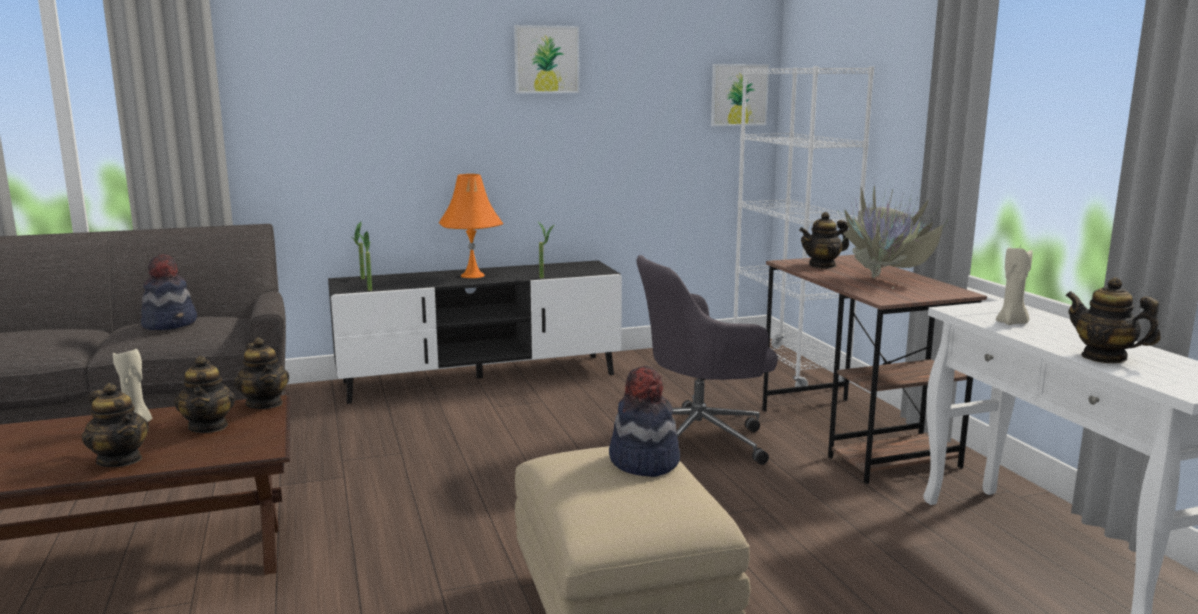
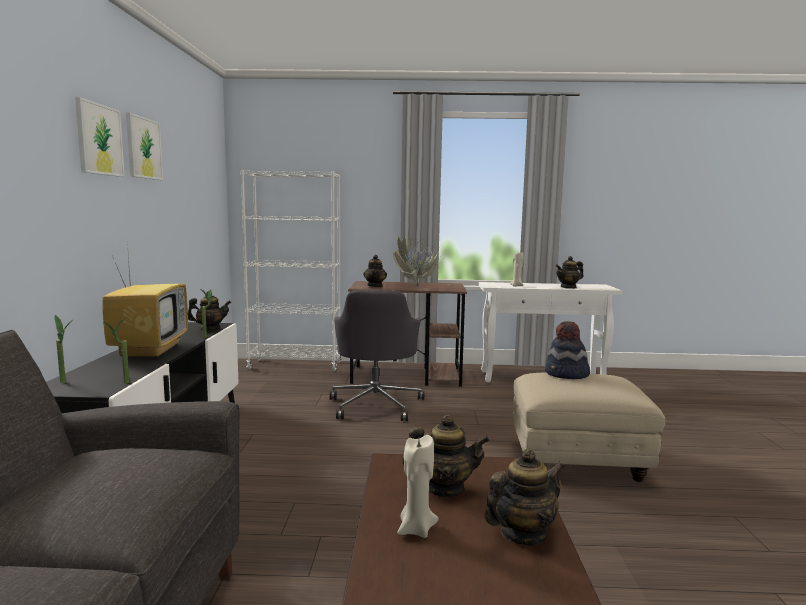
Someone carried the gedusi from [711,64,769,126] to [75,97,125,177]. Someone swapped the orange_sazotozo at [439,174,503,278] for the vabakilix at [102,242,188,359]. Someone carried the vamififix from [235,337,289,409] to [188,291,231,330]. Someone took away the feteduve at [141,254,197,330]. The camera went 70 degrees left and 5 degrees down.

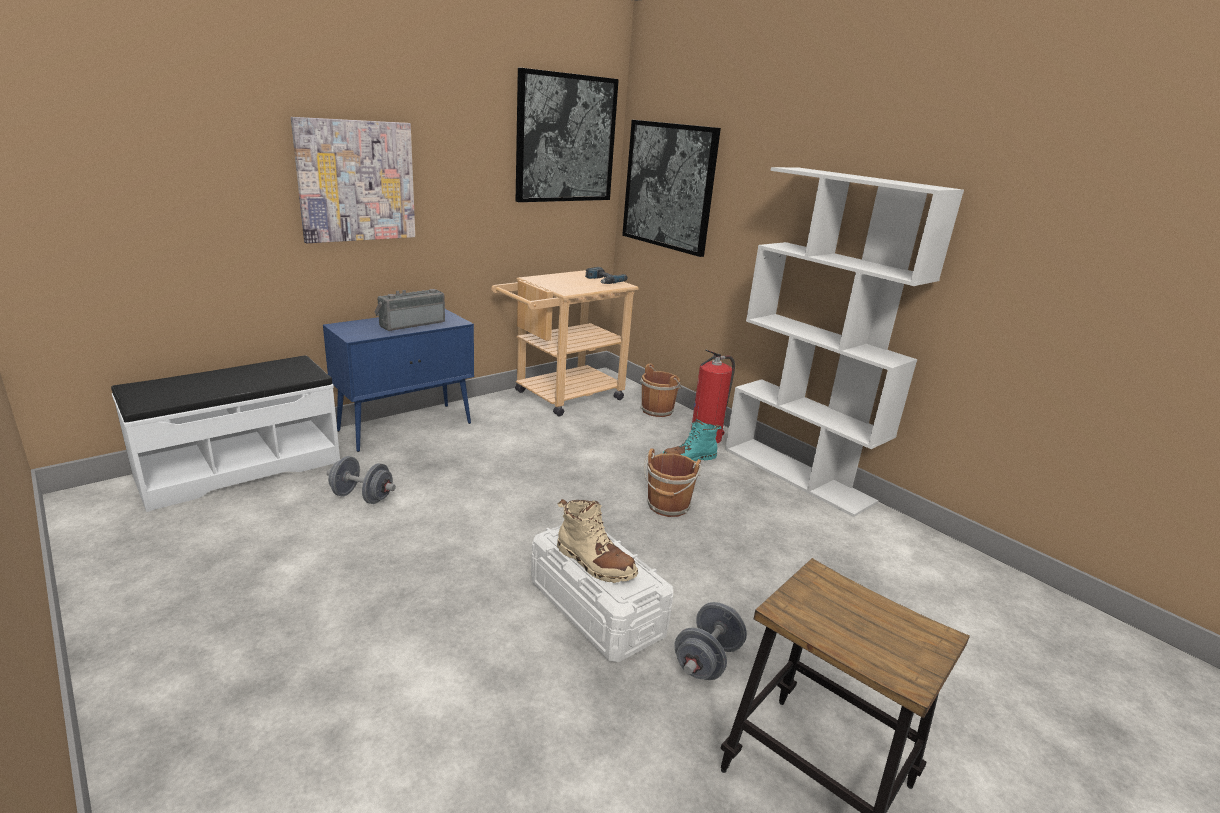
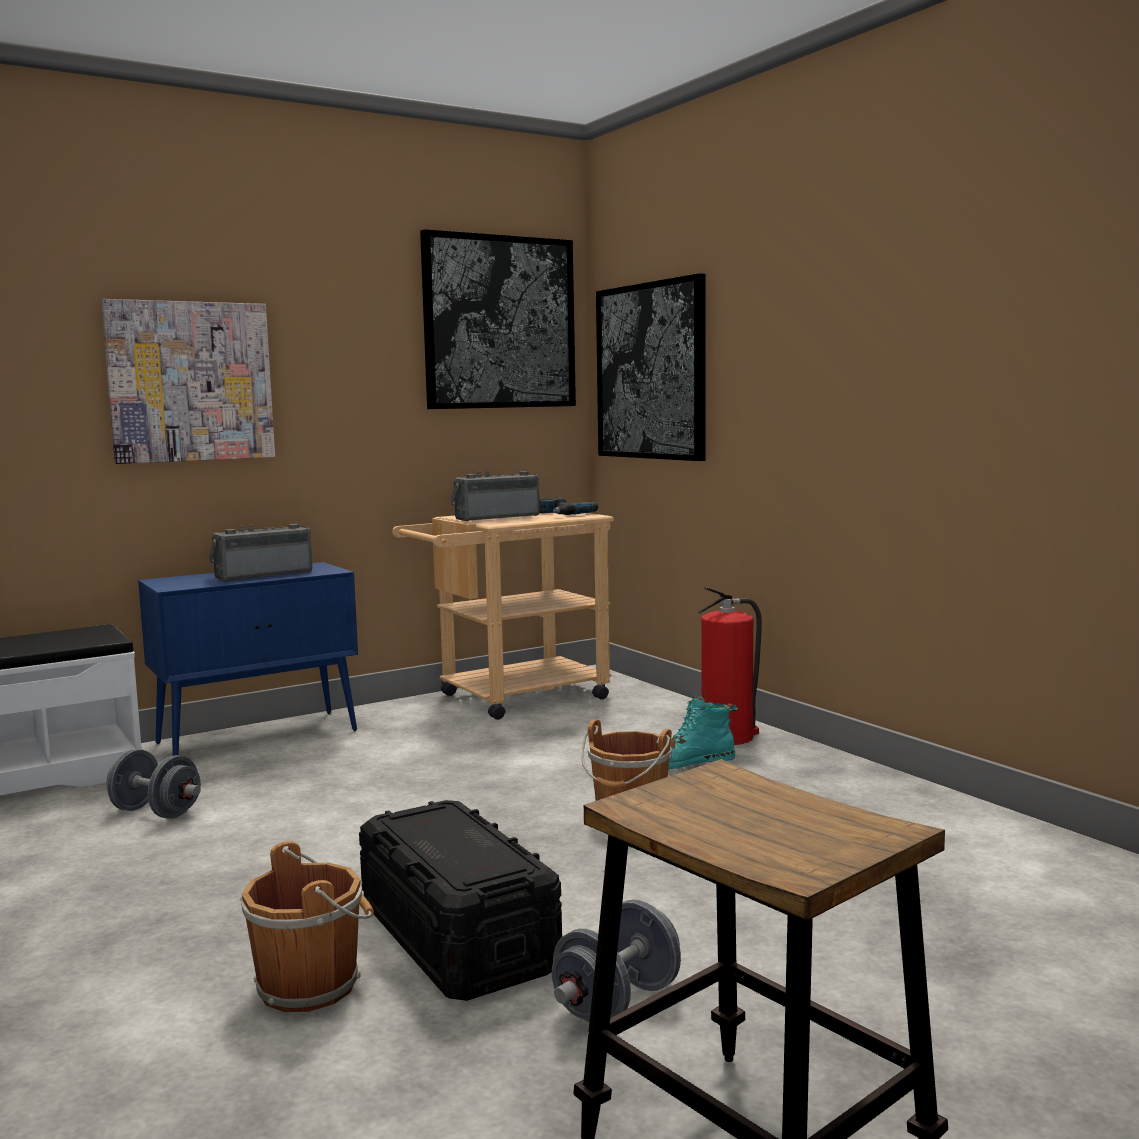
Someone carried the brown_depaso from [640,364,683,417] to [240,841,374,1012]. Someone repainted the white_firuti at [531,525,673,662], which became the black_firuti at [359,800,562,1001]. Someone put down the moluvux at [450,471,540,521]. Someone took away the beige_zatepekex at [557,499,638,583]. Someone took away the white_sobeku at [725,167,964,517]. The camera went 10 degrees right and 15 degrees down.

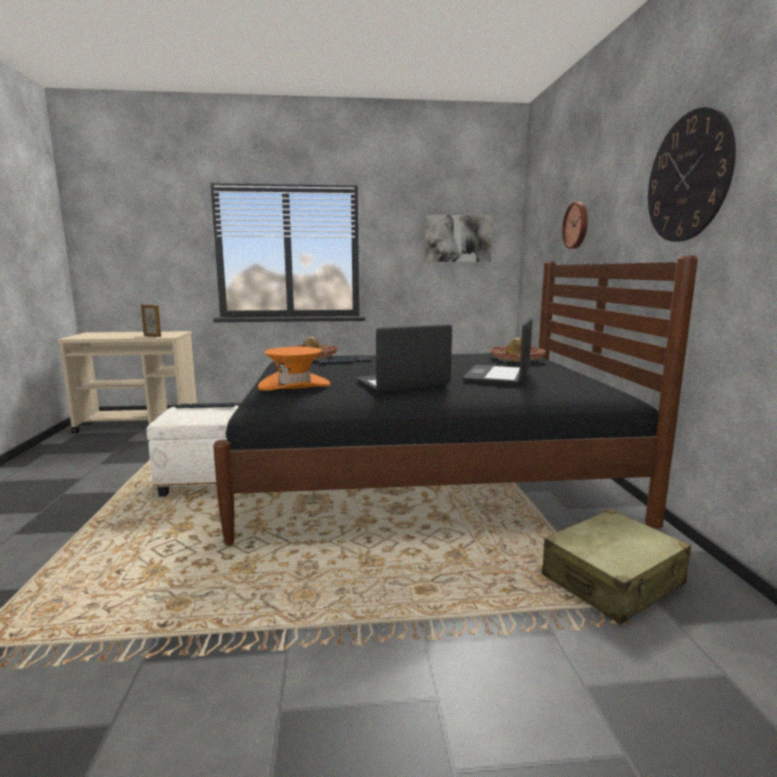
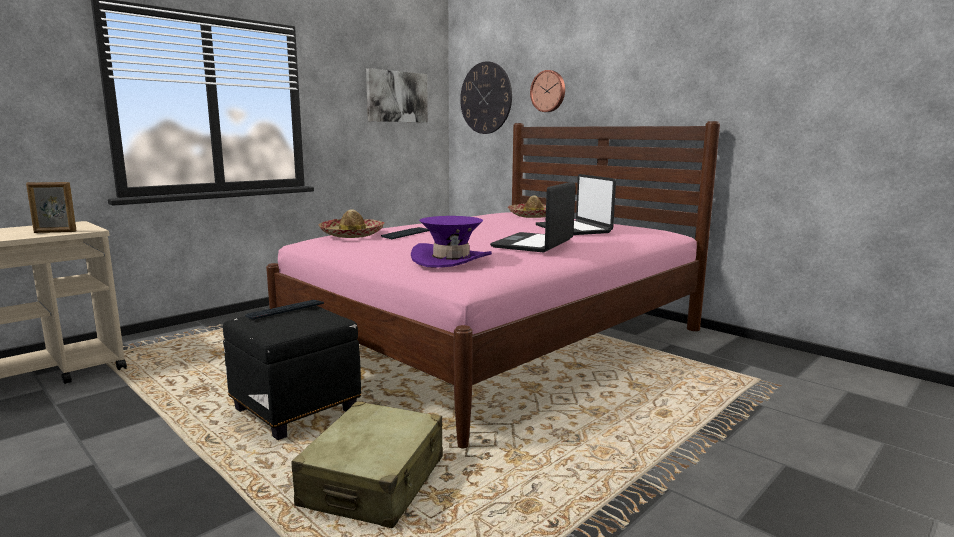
Someone repainted the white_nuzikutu at [147,405,239,497], which became the black_nuzikutu at [223,306,361,440]. Someone repainted the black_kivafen at [213,255,698,546], which became the pink_kivafen at [266,121,720,449]. Someone carried the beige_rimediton from [542,509,691,624] to [292,401,443,528]. Someone repainted the orange_feteduve at [258,347,331,391], which became the purple_feteduve at [411,216,492,268]. Someone carried the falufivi from [648,107,736,242] to [460,61,512,134]. The camera went 40 degrees left and 0 degrees up.

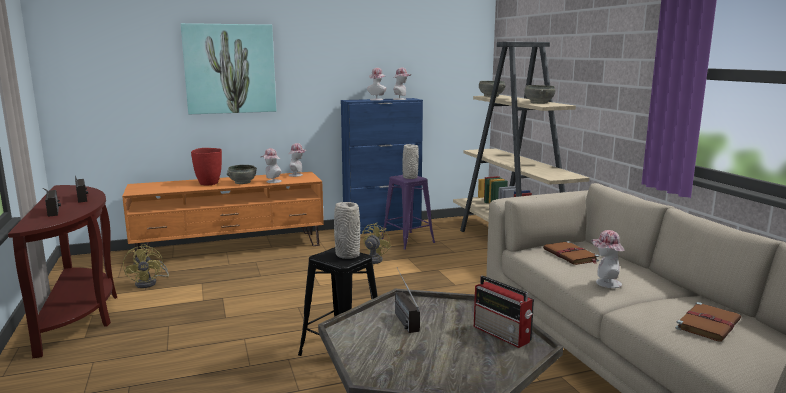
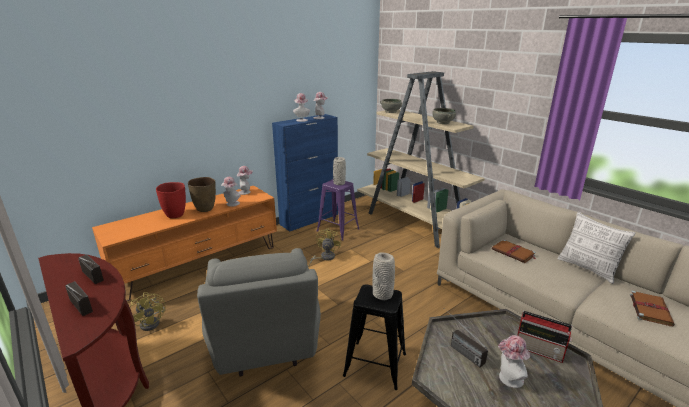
Someone swapped the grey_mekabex at [227,165,257,184] for the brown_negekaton at [188,177,216,212]. Someone put down the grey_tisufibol at [197,248,321,377]. Someone carried the feteduve from [591,230,624,288] to [498,335,530,388]. Someone put down the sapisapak at [557,212,636,284]. Someone took away the gedusi at [181,23,276,114]. The camera went 20 degrees left and 10 degrees up.

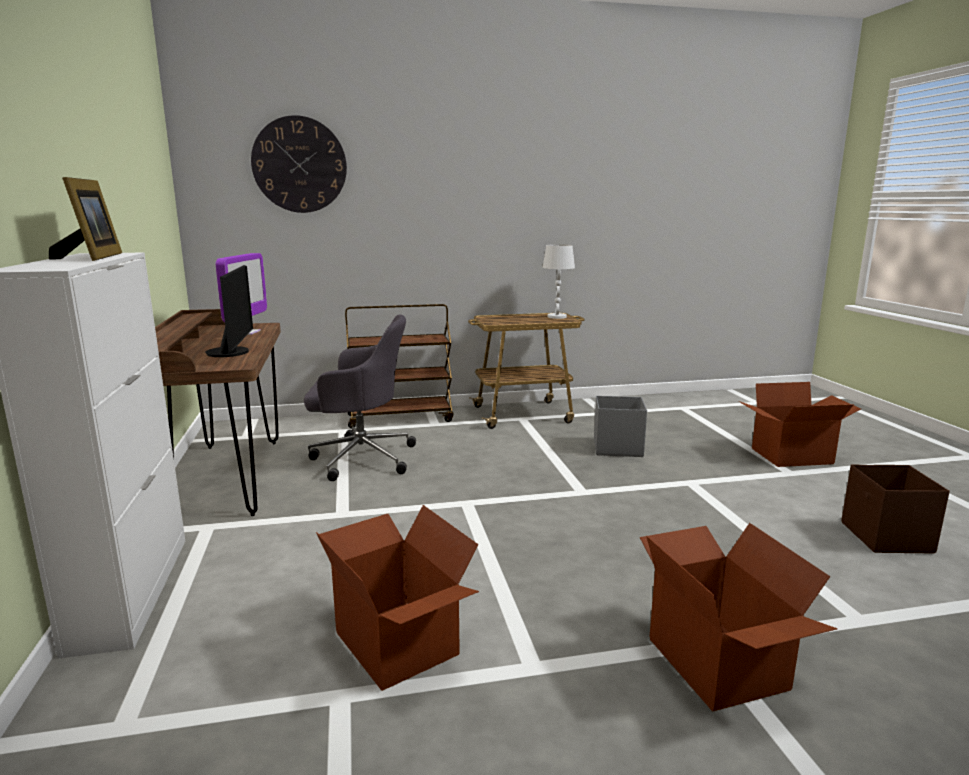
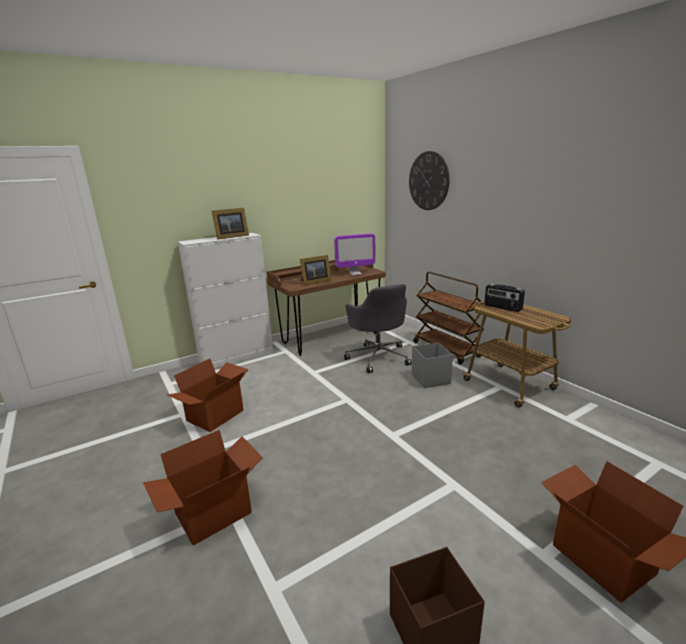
Someone swapped the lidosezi at [205,265,253,357] for the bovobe at [300,255,331,285]. Someone carried the grey_firuti from [594,396,647,457] to [412,342,453,388]. Someone put down the moluvux at [484,284,525,312]. Someone took away the white_sazotozo at [542,244,575,319]. The camera went 70 degrees right and 5 degrees up.

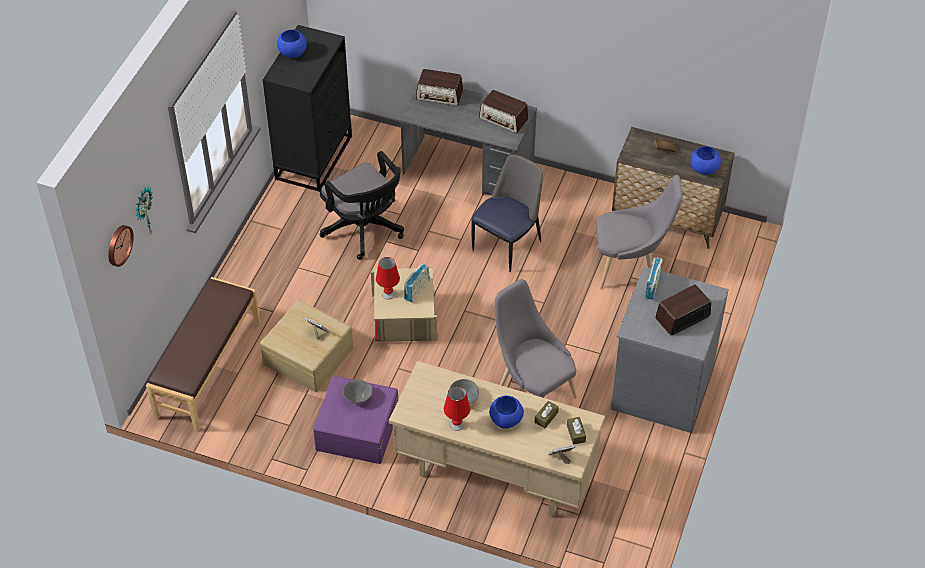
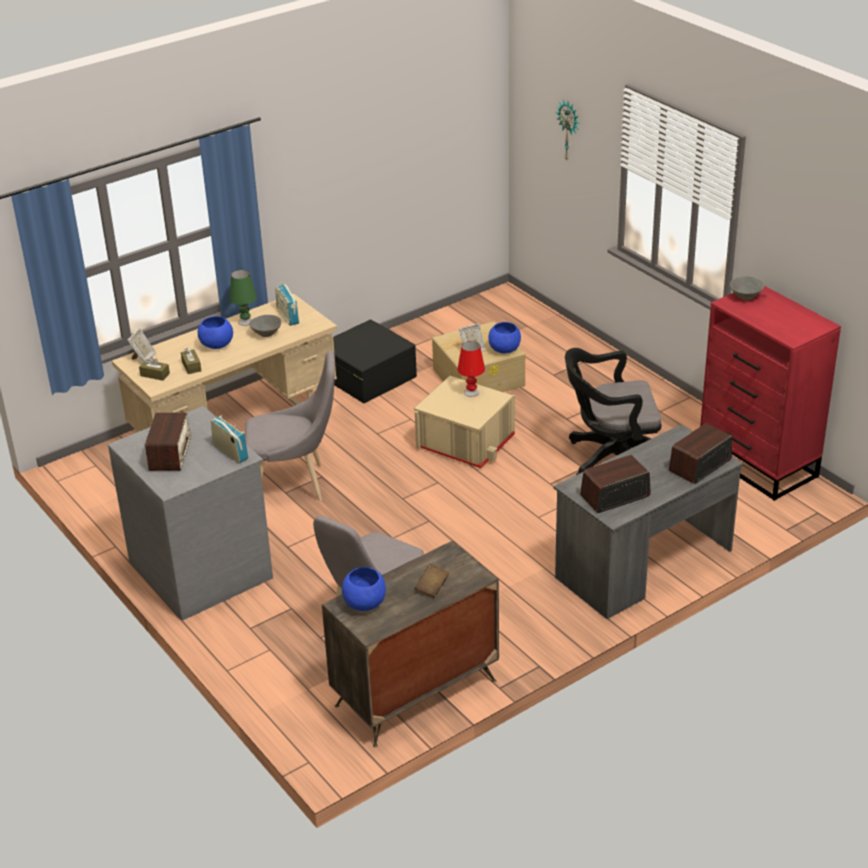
Someone repainted the red_sazotozo at [444,386,470,431], which became the green_sazotozo at [229,270,257,326]. Someone carried the moluvux from [404,263,430,302] to [275,282,299,326]. Someone repainted the purple_firuti at [313,376,399,464], which became the black_firuti at [333,319,417,403]. Someone carried the blue_mekabex from [277,30,307,58] to [488,322,521,353]. Someone repainted the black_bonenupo at [262,25,352,192], which became the red_bonenupo at [700,286,841,501]. Someone carried the grey_mekabex from [343,380,373,404] to [730,276,764,301]. Someone took away the falufivi at [108,225,134,267]. Someone took away the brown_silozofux at [146,277,260,432]. Someone took away the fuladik at [472,155,543,272]. The camera went 125 degrees right and 15 degrees down.

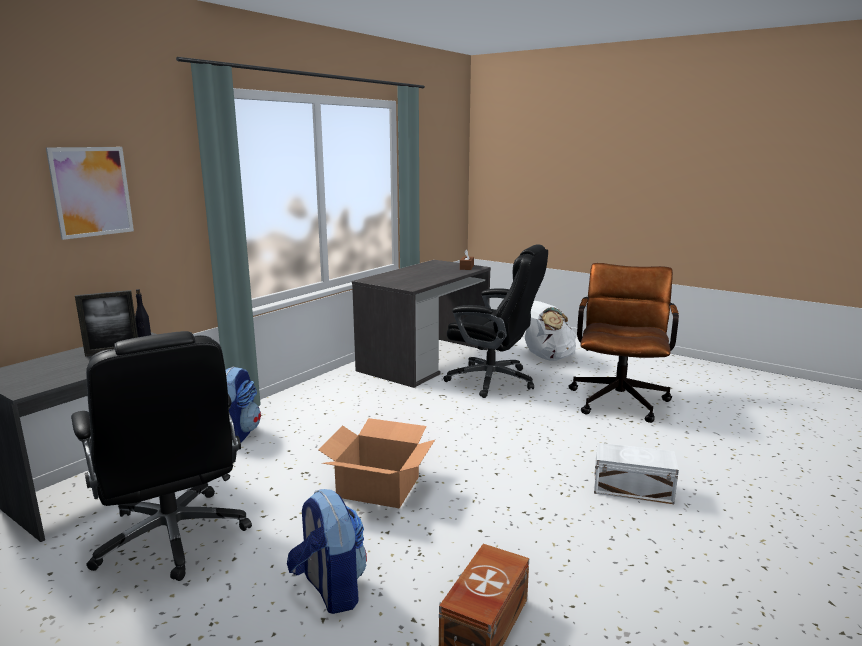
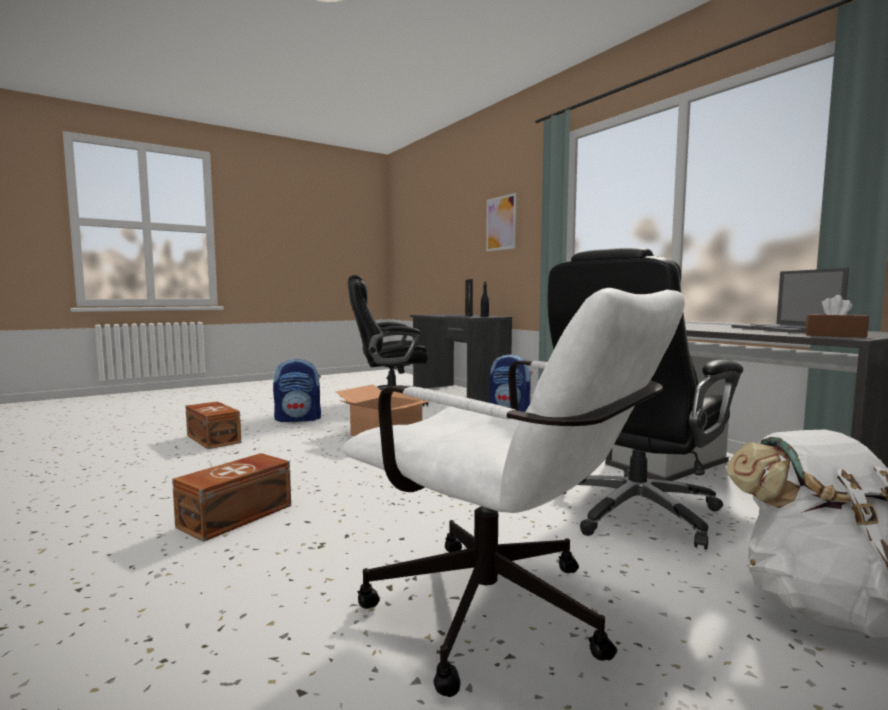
Someone repainted the white_firuti at [594,442,679,504], which became the brown_firuti at [172,453,291,542]. Someone repainted the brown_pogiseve at [569,263,679,423], which became the white_pogiseve at [342,288,685,697]. Someone put down the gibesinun at [732,268,849,333]. The camera went 110 degrees right and 10 degrees down.

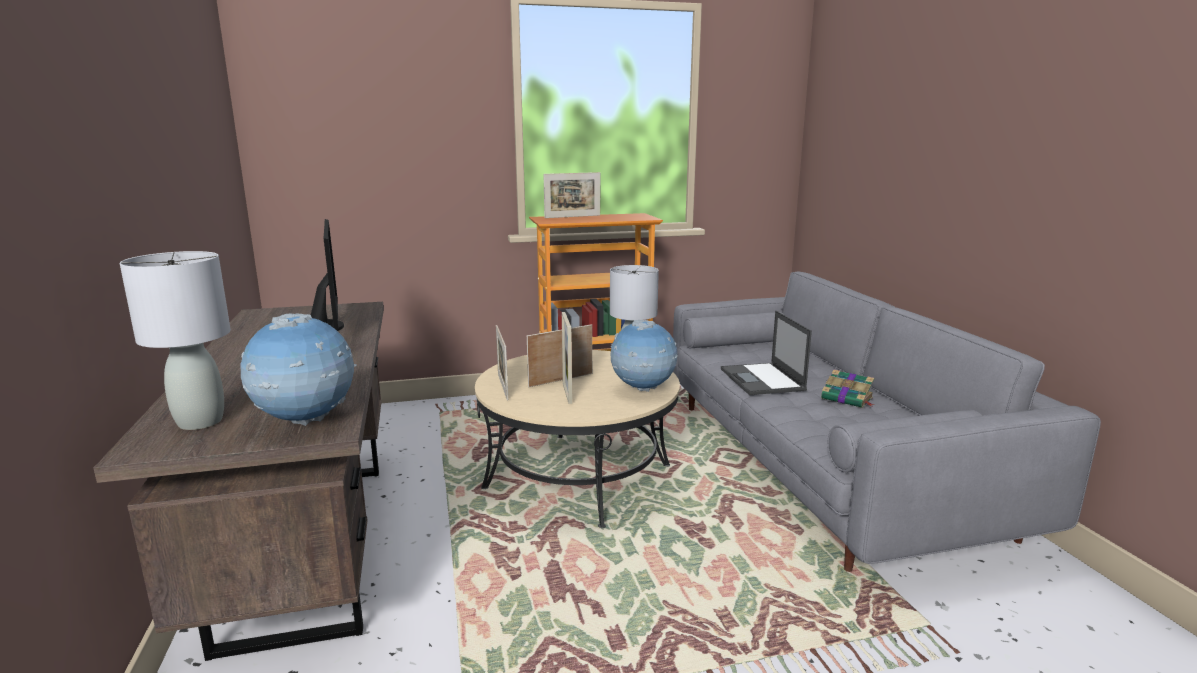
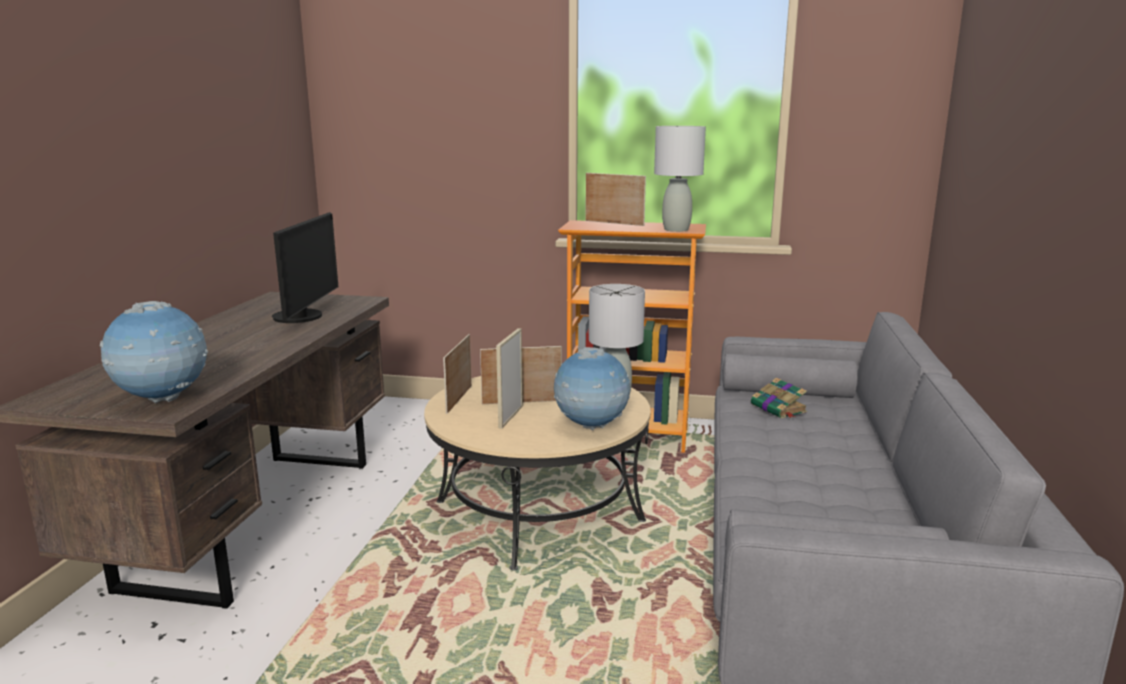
Someone rotated the bovobe at [543,172,600,218] by 150 degrees counterclockwise. Someone carried the grey_sazotozo from [120,251,231,430] to [654,126,706,232]. Someone carried the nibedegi from [821,370,875,408] to [751,377,807,418]. Someone took away the gibesinun at [721,311,812,395]. The camera went 25 degrees right and 0 degrees up.

